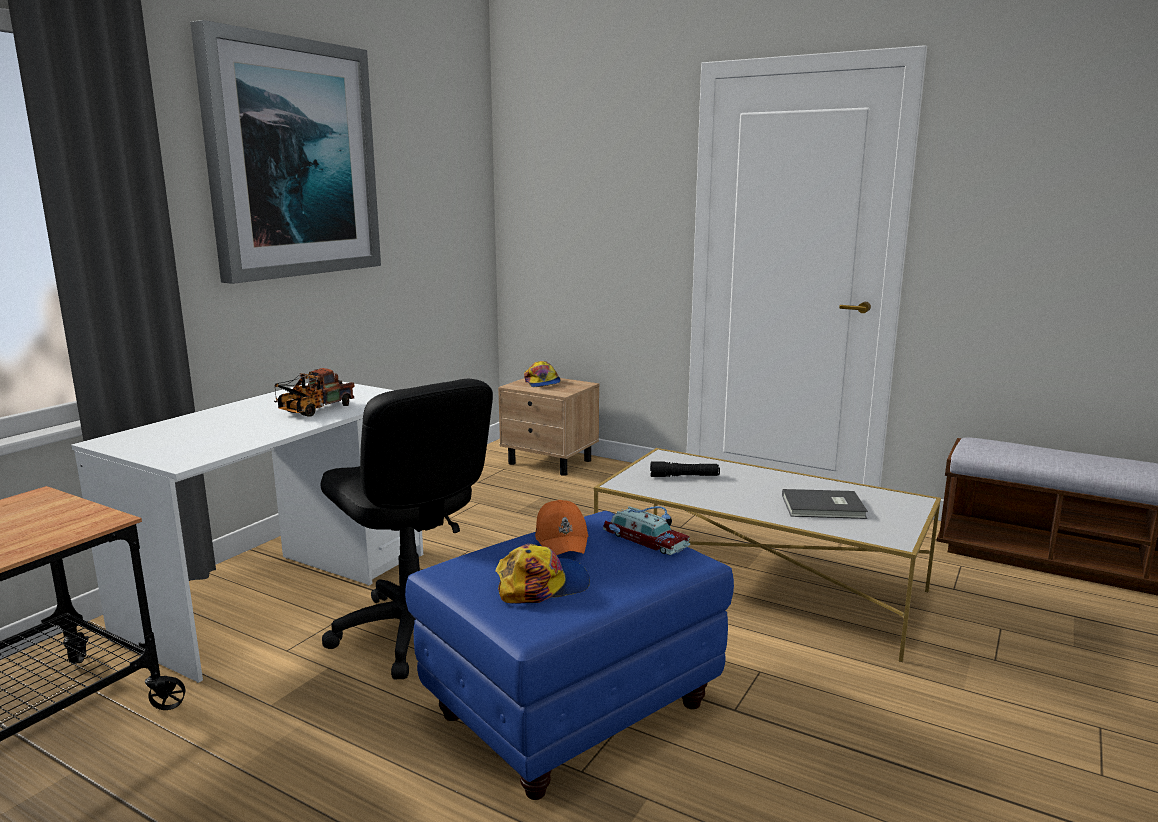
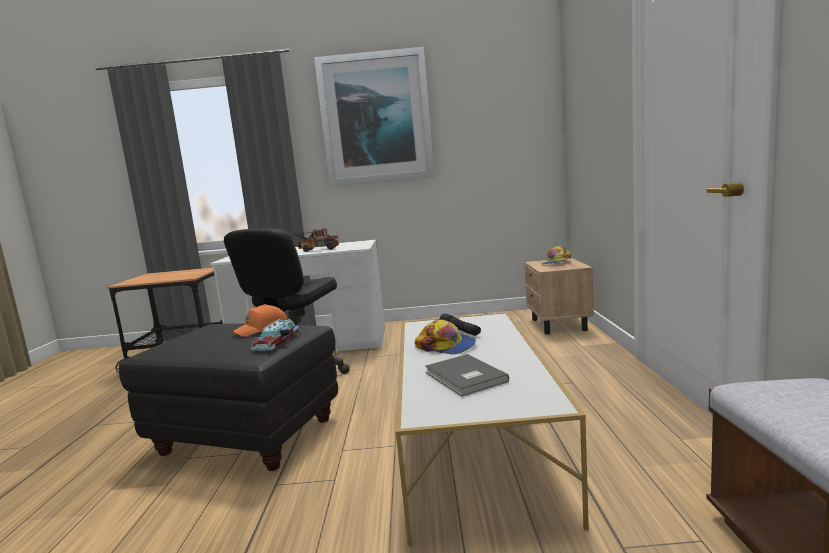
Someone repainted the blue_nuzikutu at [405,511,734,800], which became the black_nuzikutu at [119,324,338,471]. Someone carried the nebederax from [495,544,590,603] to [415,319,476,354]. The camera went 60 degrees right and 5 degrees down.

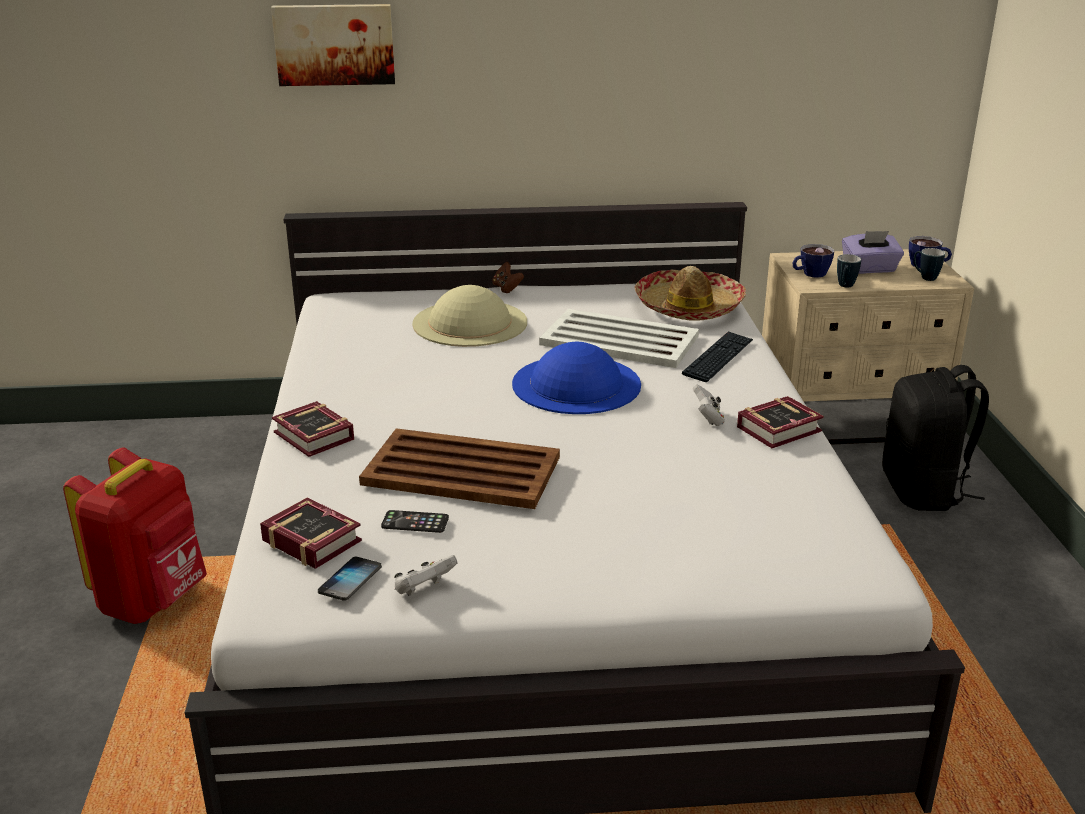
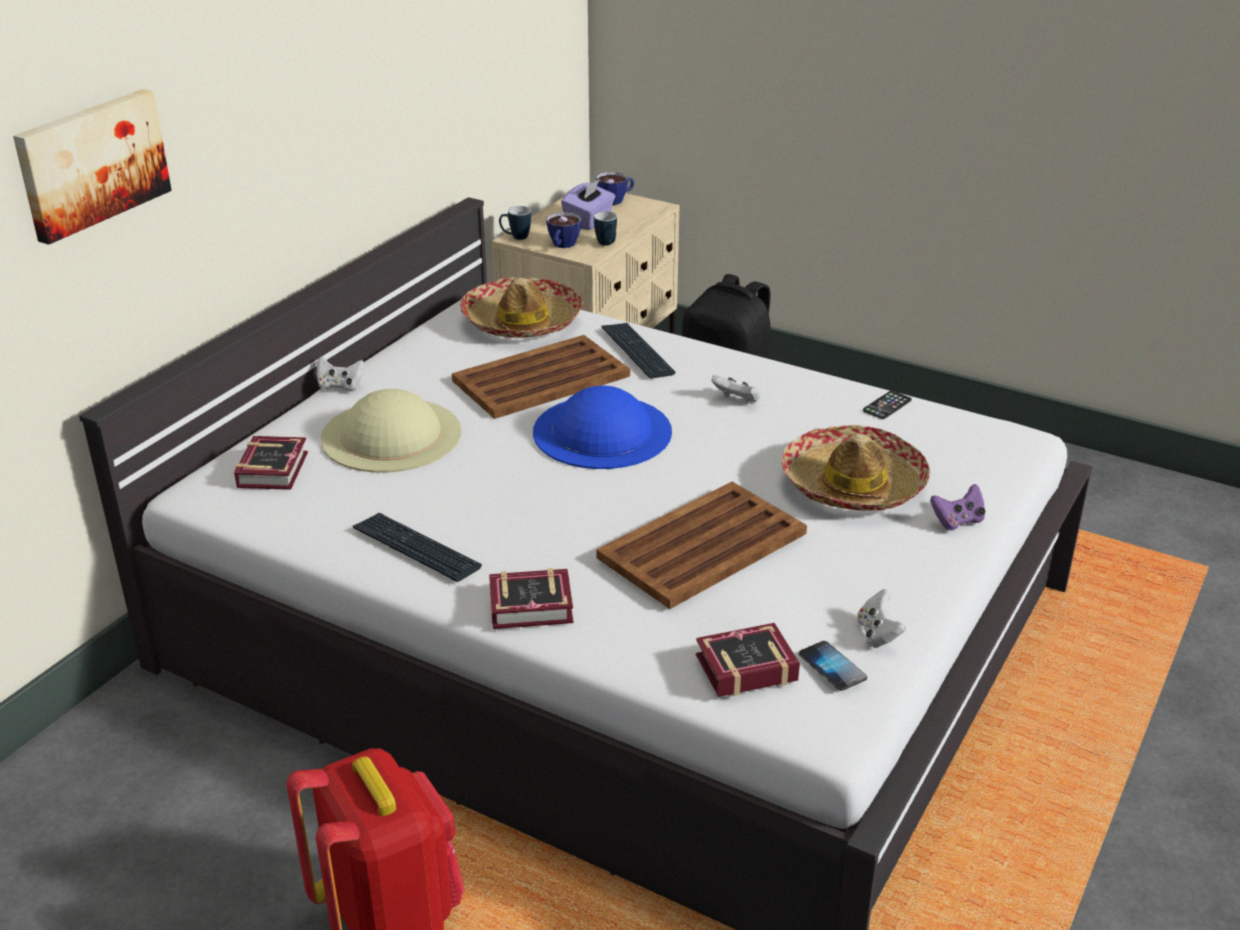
Someone carried the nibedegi from [737,396,824,448] to [234,436,308,490]. Someone repainted the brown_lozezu at [492,262,524,293], which became the white_lozezu at [317,356,365,391]. Someone put down the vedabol at [353,513,482,582]. Someone repainted the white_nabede at [539,309,699,368], which became the brown_nabede at [452,335,630,419]. Someone carried the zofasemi from [914,248,945,281] to [499,206,531,240]. Someone put down the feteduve at [781,425,930,511]. Someone carried the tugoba from [381,510,449,533] to [863,391,912,419]. Someone put down the purple_lozezu at [930,484,985,530]. The camera went 55 degrees left and 5 degrees up.

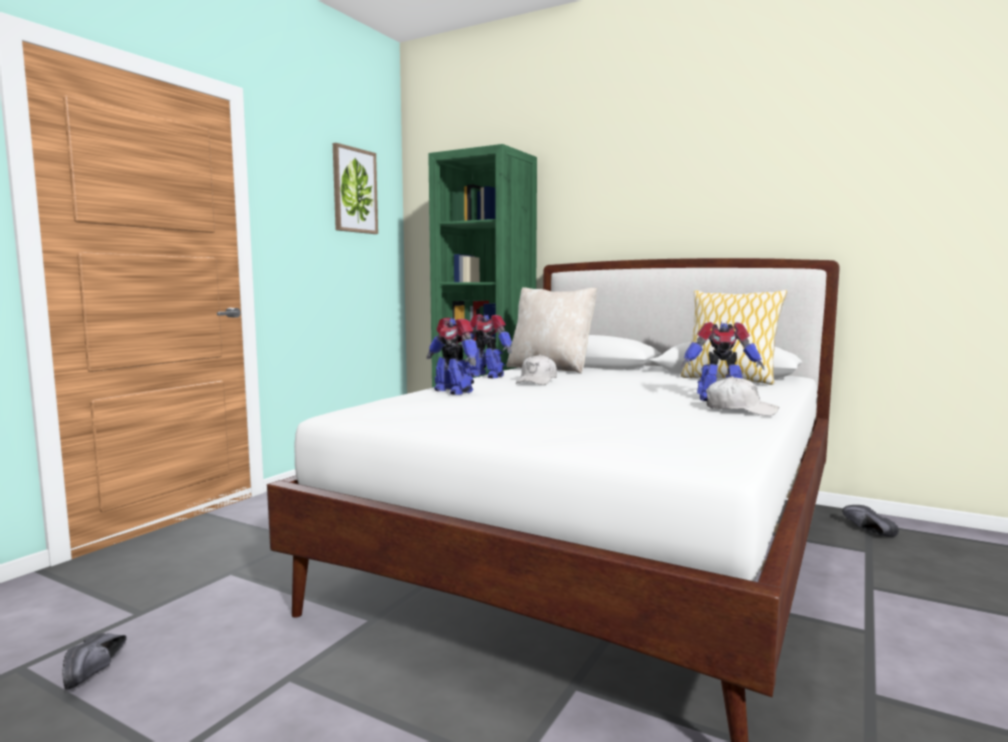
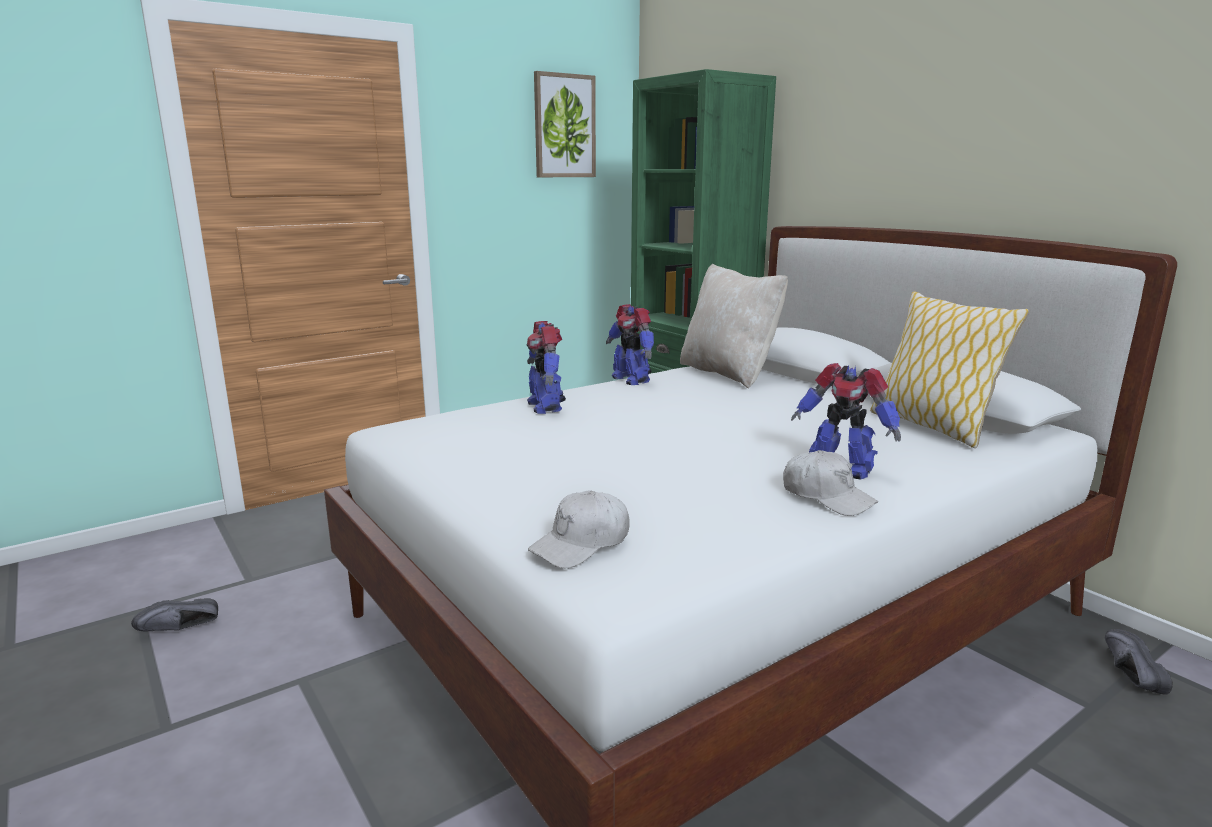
Someone rotated the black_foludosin at [62,633,126,690] by 45 degrees clockwise. Someone carried the white_nebederax from [516,354,557,385] to [528,490,630,569]. The camera went 25 degrees right and 10 degrees up.

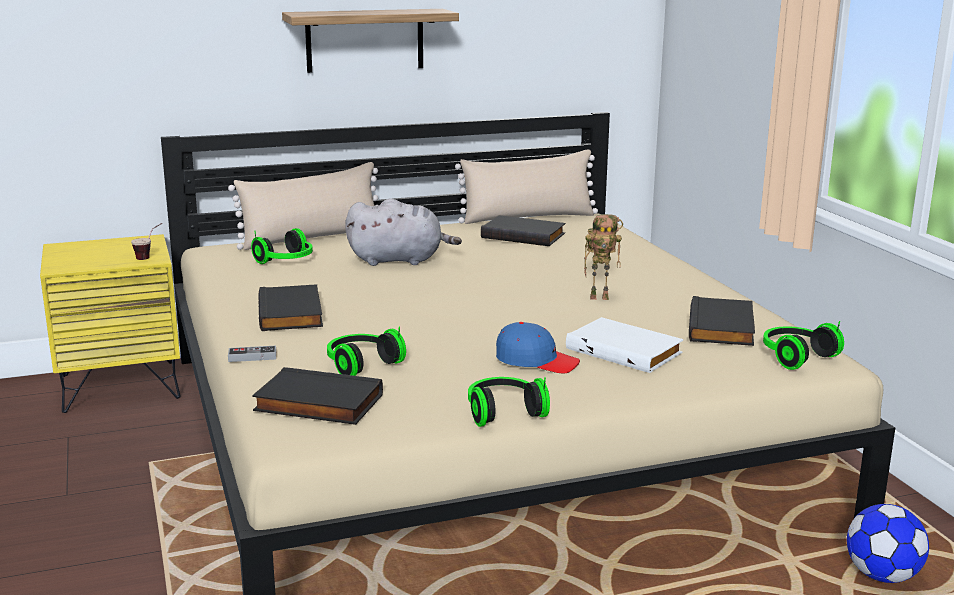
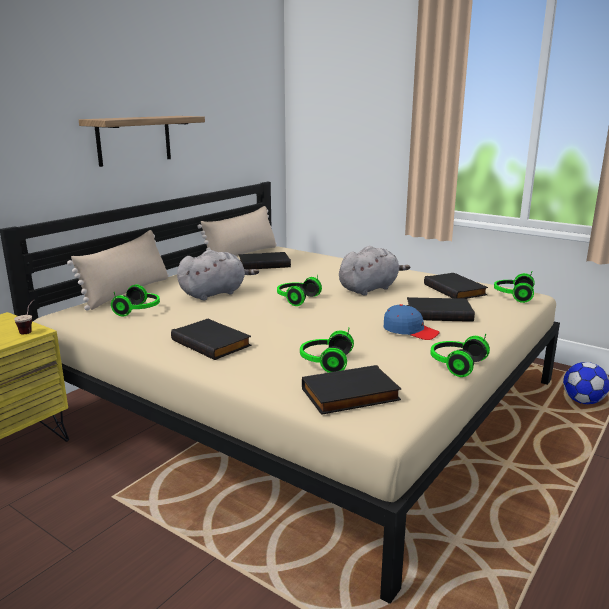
Someone put down the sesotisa at [277,275,322,306]. Someone swapped the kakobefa at [584,214,623,300] for the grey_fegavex at [339,246,410,295]. Someone rotated the blue_nebederax at [496,322,580,373] by 45 degrees clockwise. Someone repainted the white_nibedegi at [566,317,683,373], which became the black_nibedegi at [406,297,475,322]. Someone took away the lozezu at [228,346,276,362]. The camera went 35 degrees left and 0 degrees up.

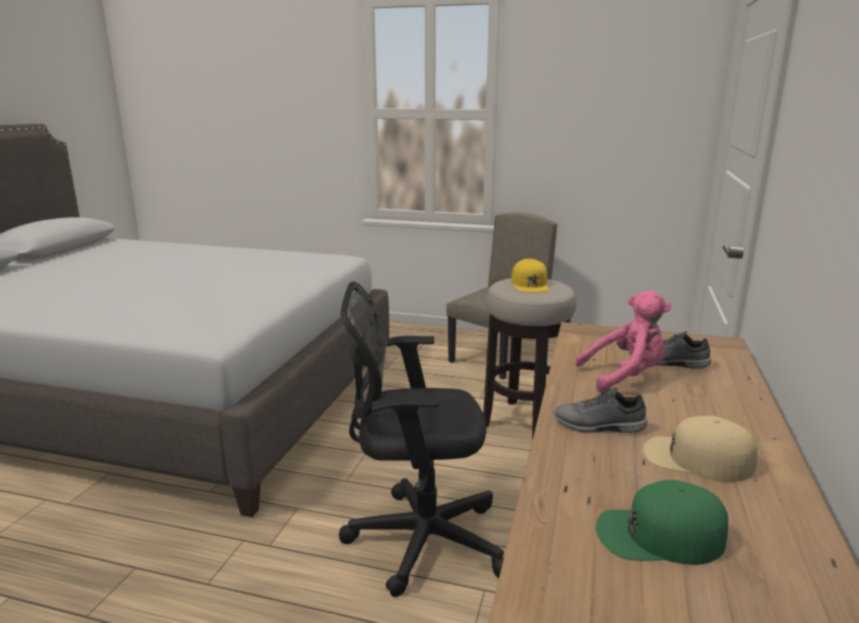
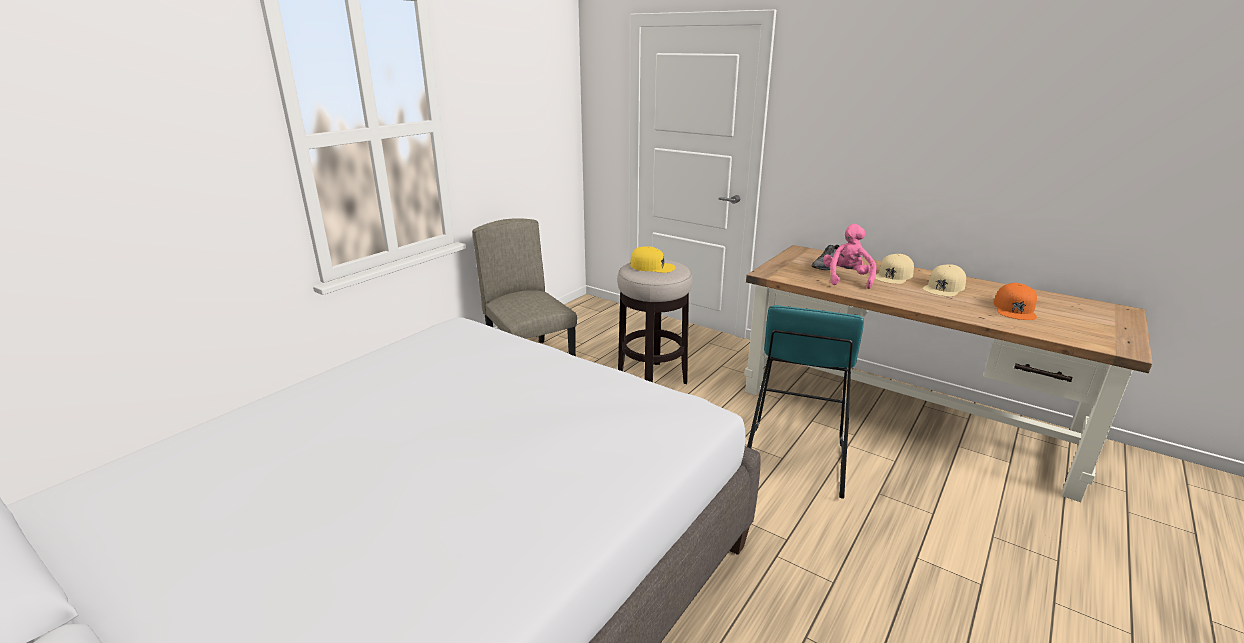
Someone swapped the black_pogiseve at [339,281,504,597] for the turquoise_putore at [747,305,864,499]. Someone put down the beige_nebederax at [875,254,914,284]. Someone repainted the green_nebederax at [596,480,728,565], which became the orange_nebederax at [993,283,1037,320]. Someone took away the grey_foludosin at [553,387,648,433]. The camera went 70 degrees left and 5 degrees up.

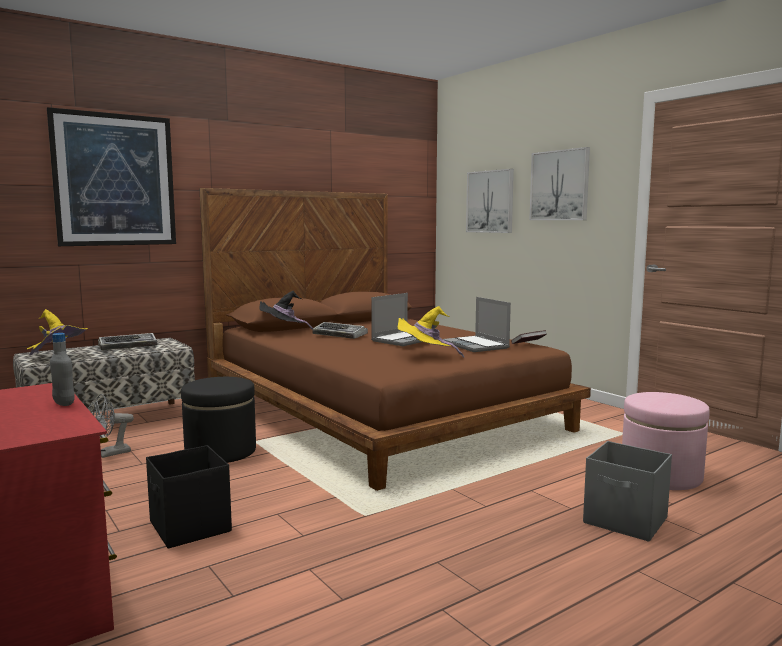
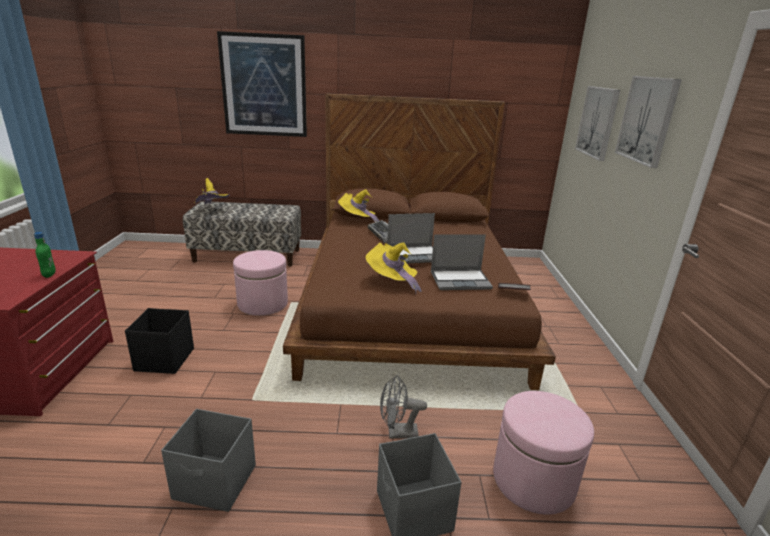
Someone repainted the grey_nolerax at [50,333,74,406], which became the green_nolerax at [34,232,56,278]. Someone put down the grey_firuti at [161,409,256,512]. Someone repainted the black_nuzikutu at [181,377,256,463], which became the pink_nuzikutu at [233,250,288,316]. Someone repainted the black_feteduve at [259,291,313,329], which became the yellow_feteduve at [338,189,379,222]. Someone carried the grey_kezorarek from [88,394,134,458] to [380,375,427,439]. Someone rotated the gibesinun at [443,297,511,352] by 105 degrees counterclockwise. Someone took away the vedabol at [98,333,157,350]. The camera went 35 degrees right and 15 degrees up.

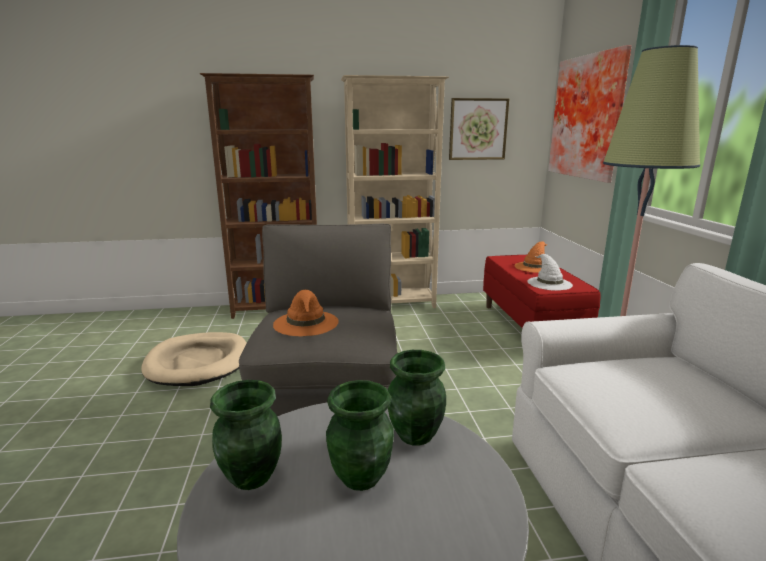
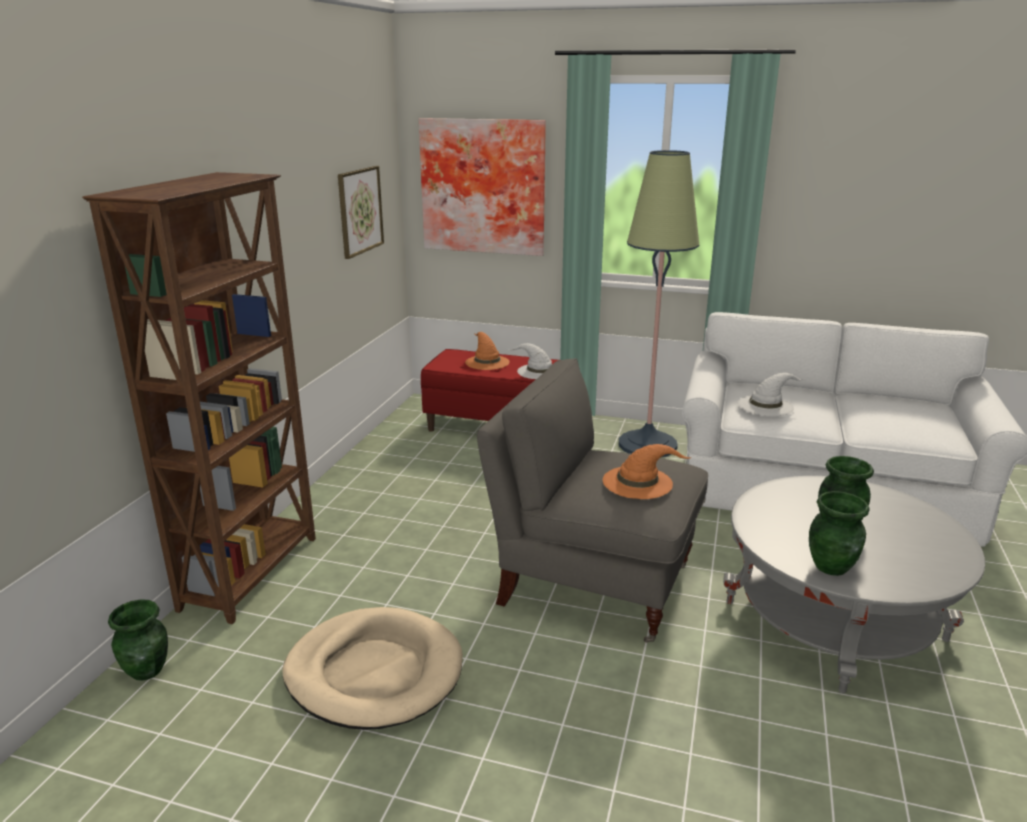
Someone carried the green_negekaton from [388,350,446,446] to [108,599,168,681]. Someone put down the white_feteduve at [738,373,804,417]. Someone took away the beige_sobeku at [341,75,449,308]. The camera went 65 degrees left and 5 degrees up.

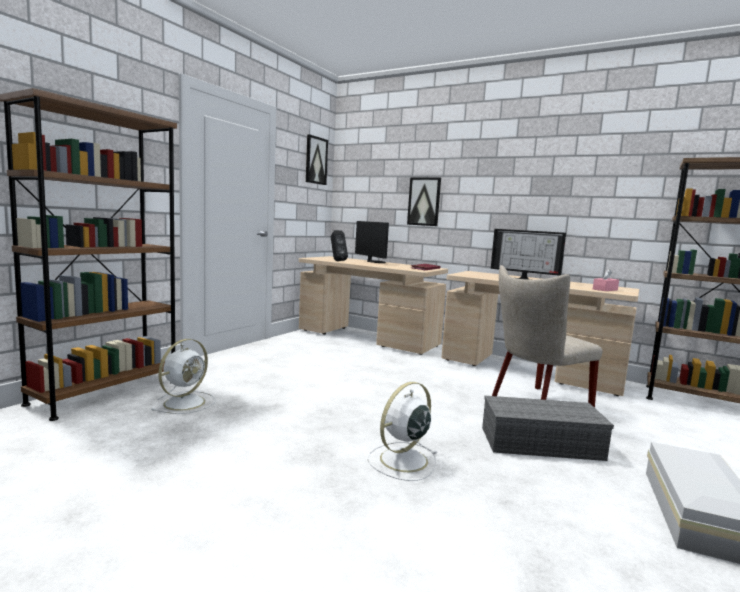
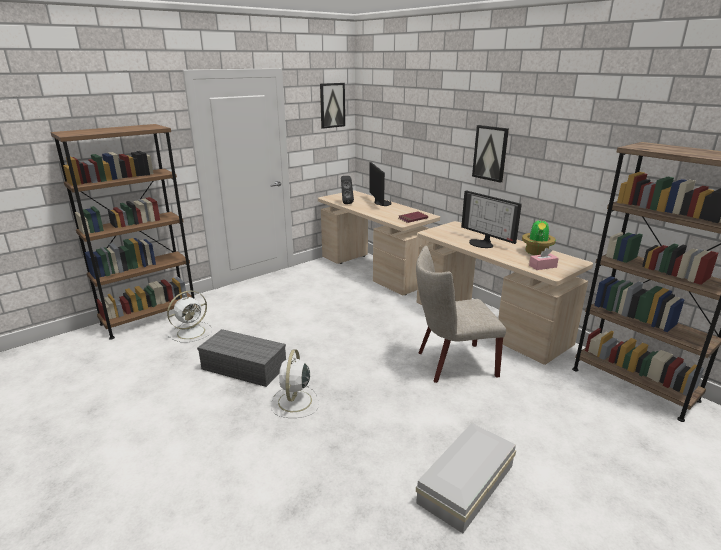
Someone carried the grey_firuti from [482,396,614,461] to [197,329,286,387]. Someone rotated the white_kezorarek at [367,382,437,481] by 60 degrees counterclockwise. Someone carried the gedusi from [407,177,441,226] to [472,125,509,183]. Someone put down the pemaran at [522,219,556,255]. The camera went 20 degrees right and 15 degrees up.

